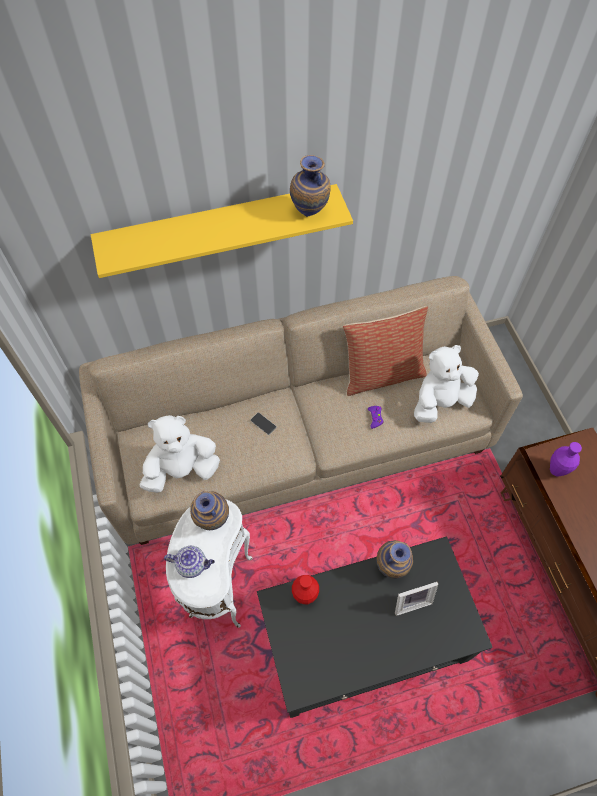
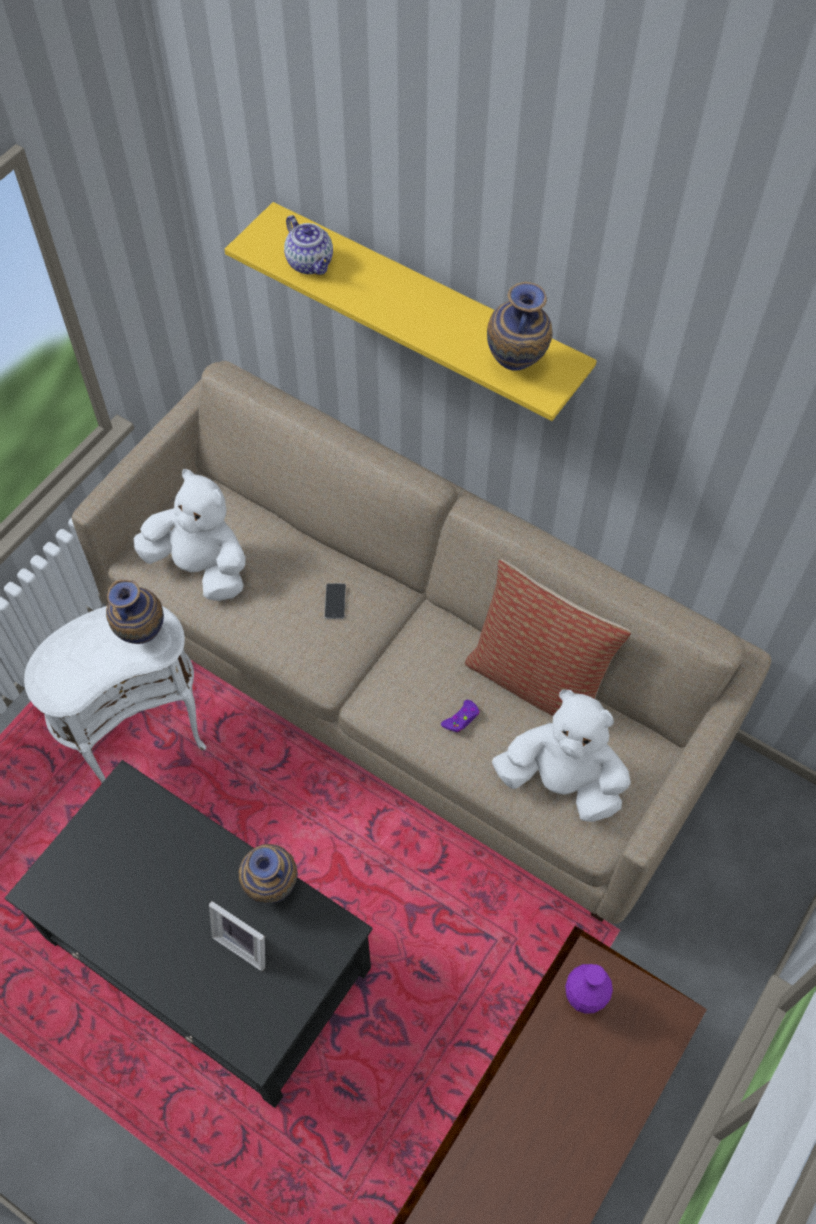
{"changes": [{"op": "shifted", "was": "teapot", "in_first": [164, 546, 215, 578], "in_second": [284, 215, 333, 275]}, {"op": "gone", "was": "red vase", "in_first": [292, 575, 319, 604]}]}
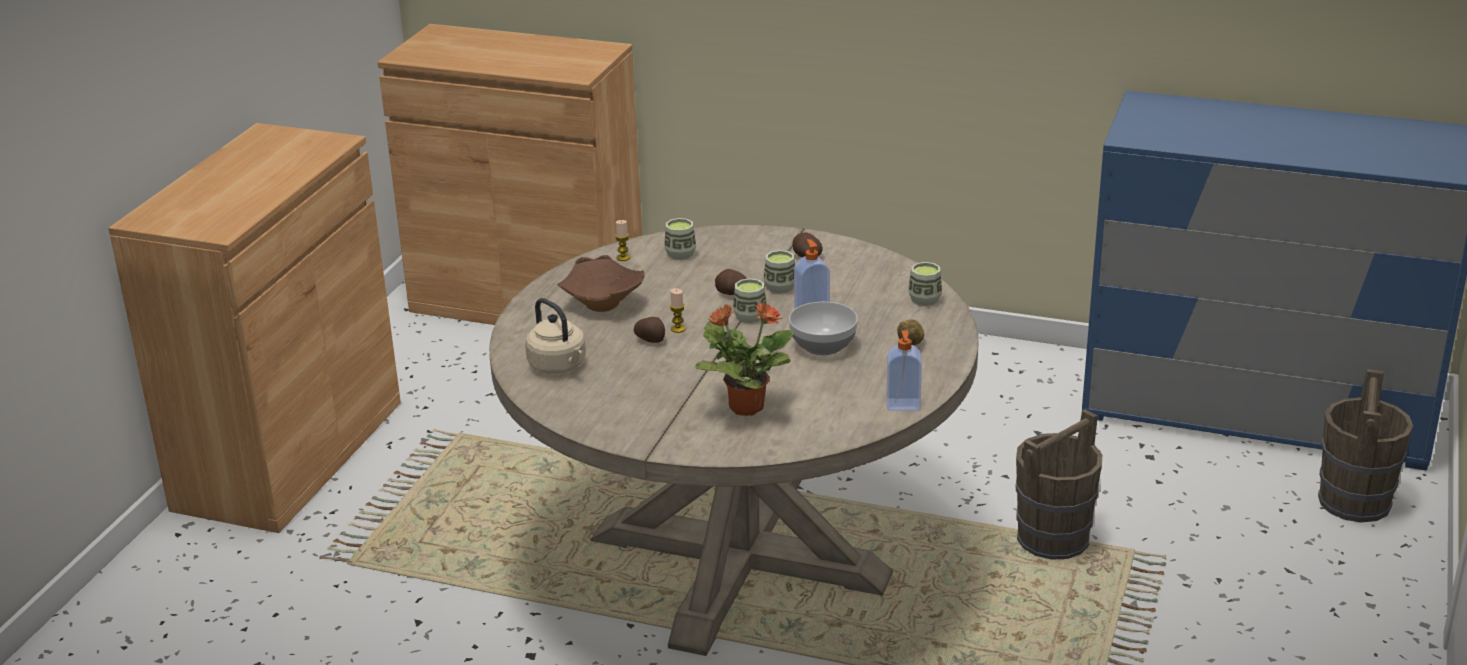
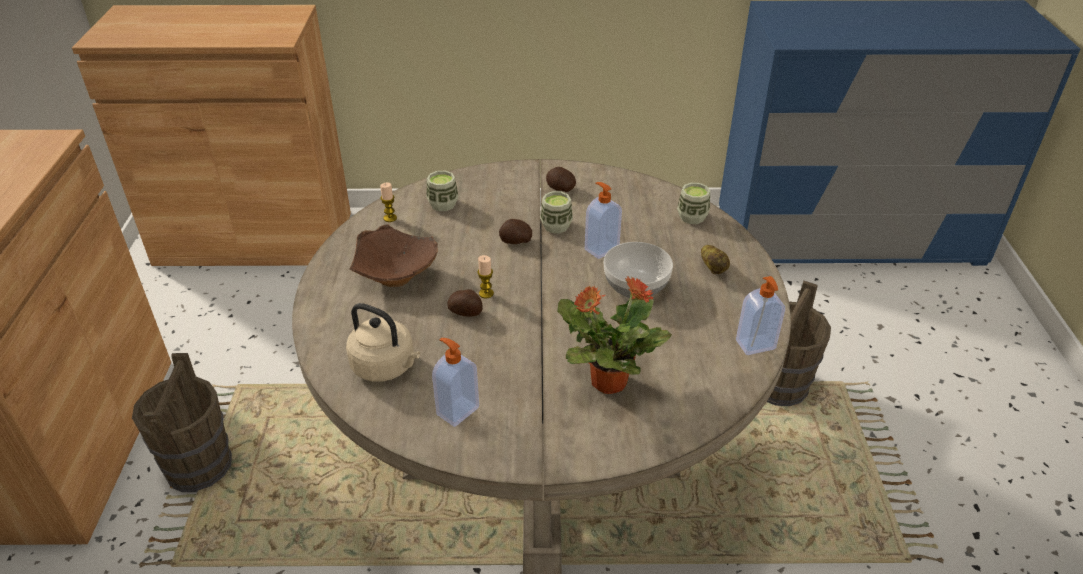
{"changes": [{"op": "shifted", "was": "brown bucket", "in_first": [1318, 369, 1413, 522], "in_second": [132, 353, 232, 492]}, {"op": "new", "now": "soap dispenser", "in_second": [432, 338, 479, 427]}, {"op": "gone", "was": "cup", "in_first": [733, 278, 767, 323]}]}
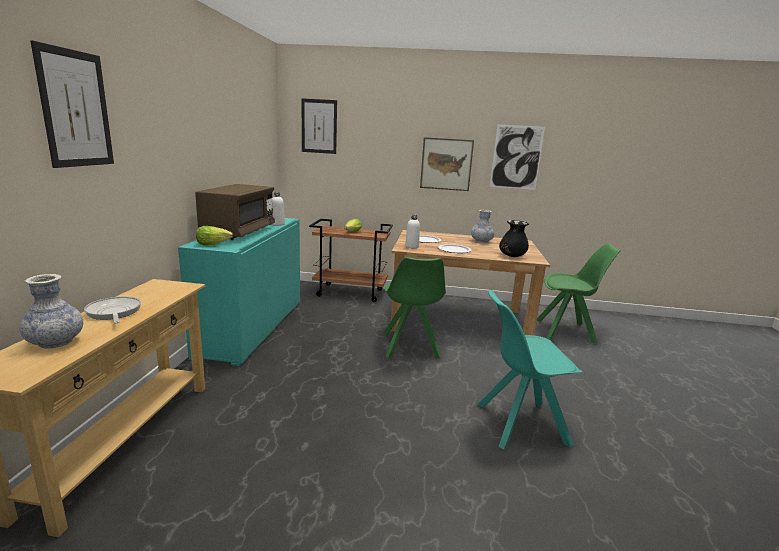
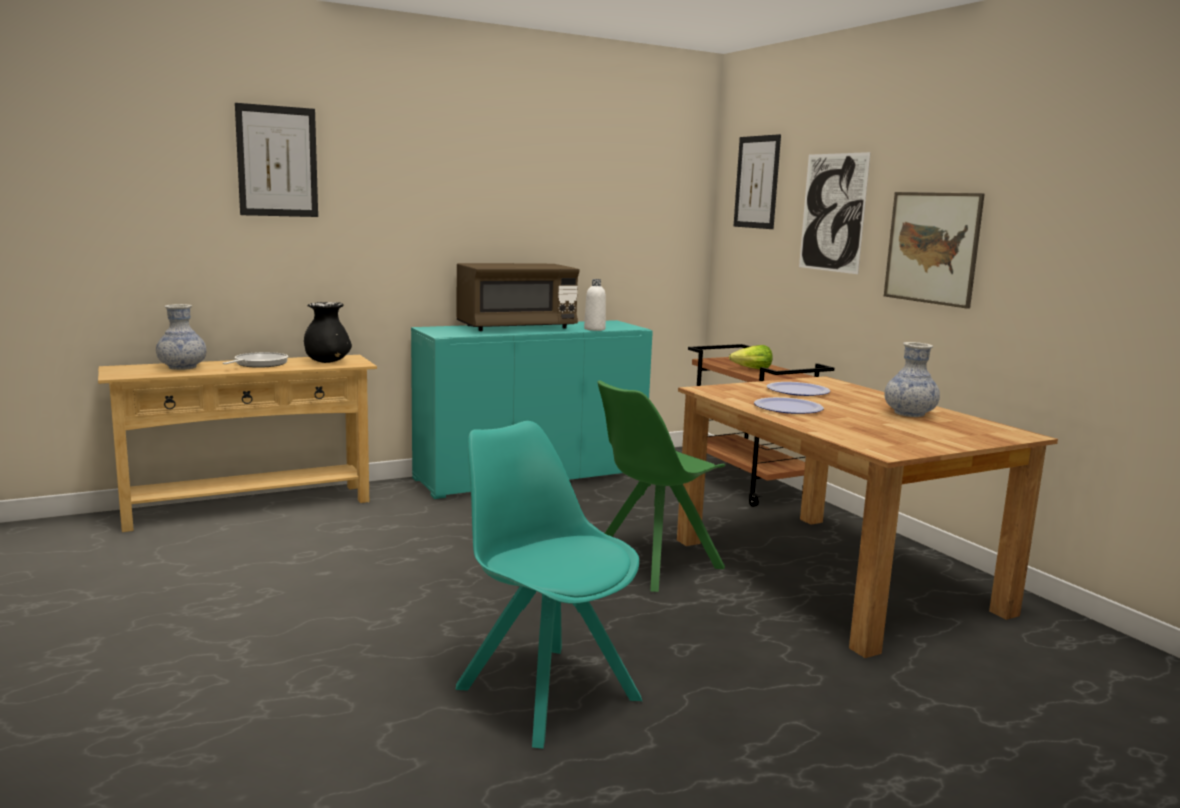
{"changes": [{"op": "shifted", "was": "black vase", "in_first": [499, 220, 529, 257], "in_second": [304, 302, 352, 363]}, {"op": "shifted", "was": "picture", "in_first": [490, 124, 545, 190], "in_second": [799, 152, 871, 274]}, {"op": "gone", "was": "lettuce", "in_first": [196, 226, 233, 246]}, {"op": "gone", "was": "white bottle", "in_first": [405, 215, 420, 249]}, {"op": "gone", "was": "green chair", "in_first": [537, 244, 621, 344]}]}
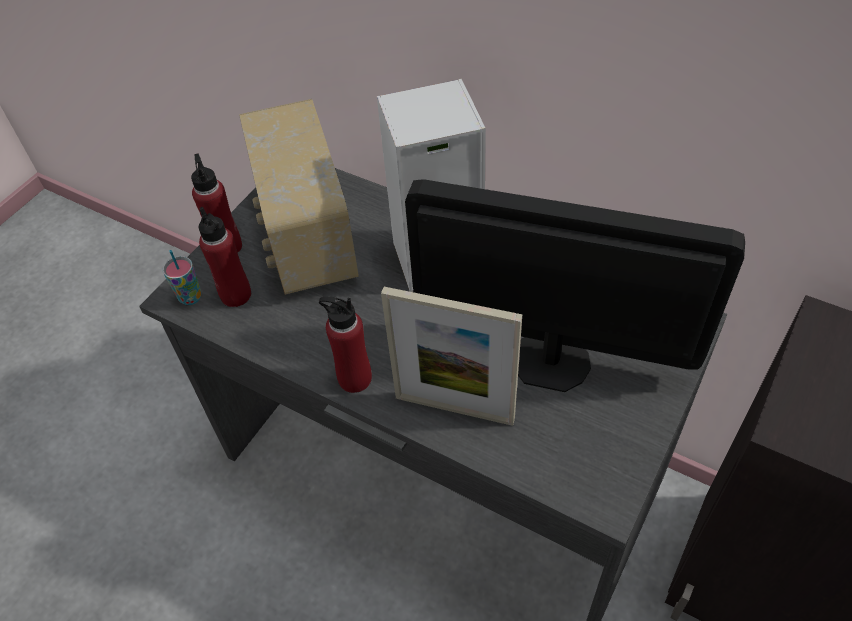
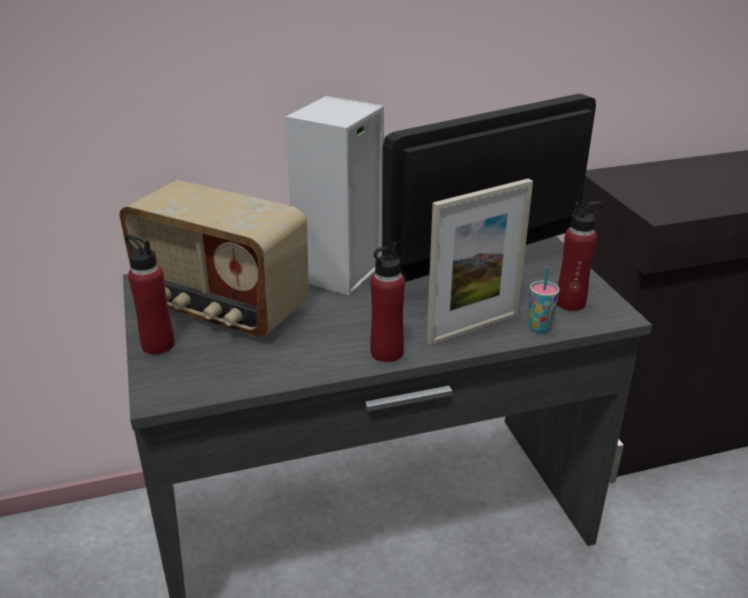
{"changes": [{"op": "shifted", "was": "cup", "in_first": [163, 250, 201, 305], "in_second": [528, 267, 560, 333]}, {"op": "shifted", "was": "red bottle", "in_first": [199, 207, 251, 307], "in_second": [557, 202, 603, 311]}]}
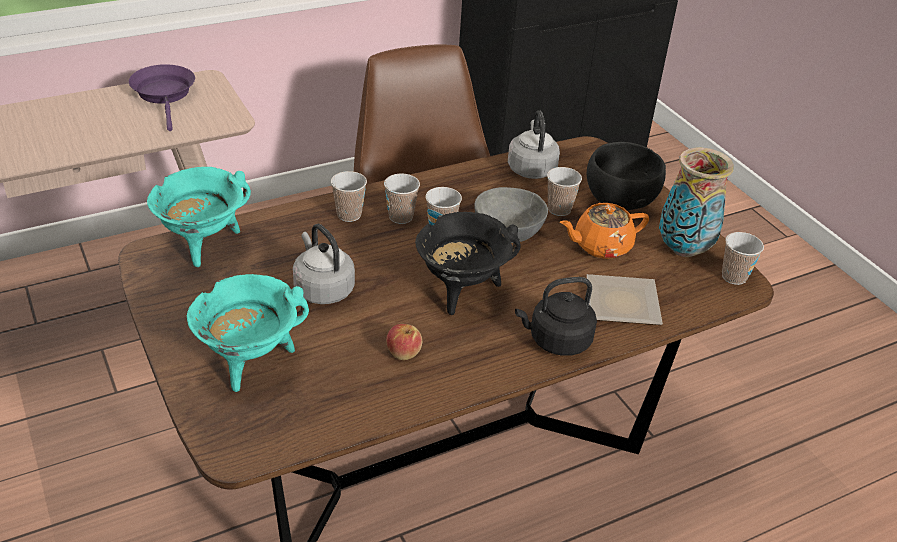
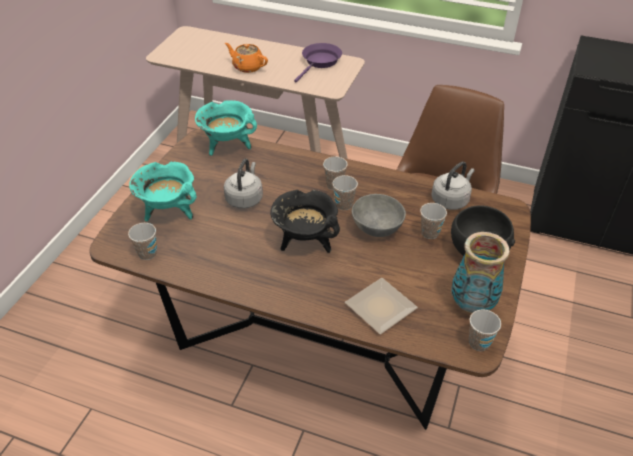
{"changes": [{"op": "shifted", "was": "cup", "in_first": [331, 171, 367, 222], "in_second": [128, 223, 157, 260]}, {"op": "shifted", "was": "orange teapot", "in_first": [560, 203, 649, 258], "in_second": [225, 43, 268, 73]}, {"op": "gone", "was": "apple", "in_first": [386, 324, 422, 360]}, {"op": "gone", "was": "black kettle", "in_first": [515, 277, 597, 356]}]}
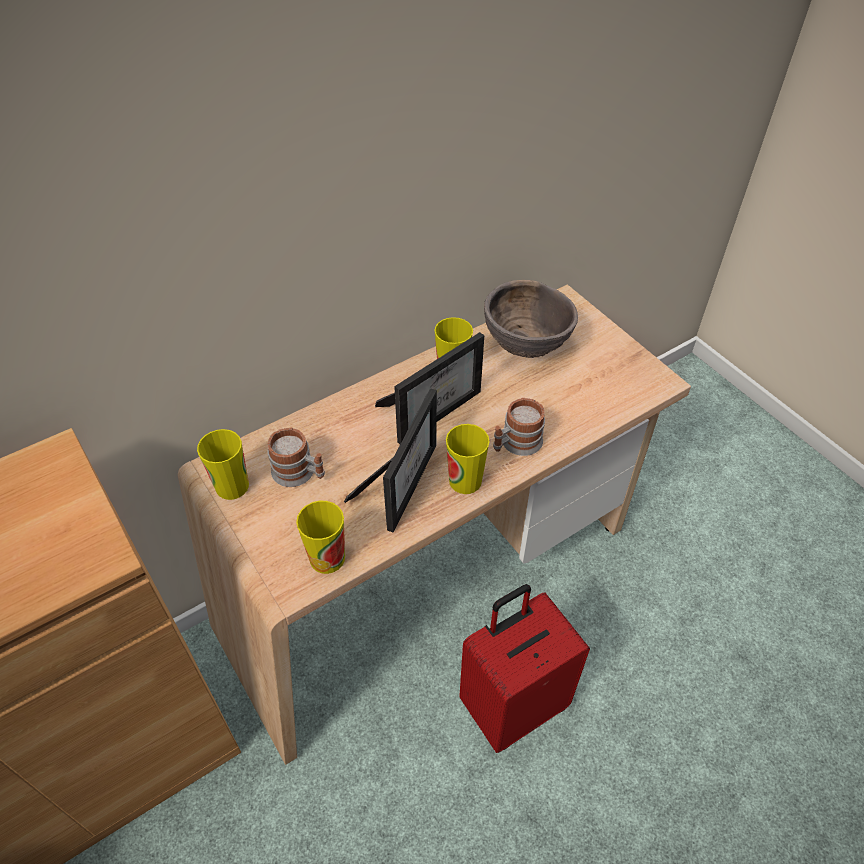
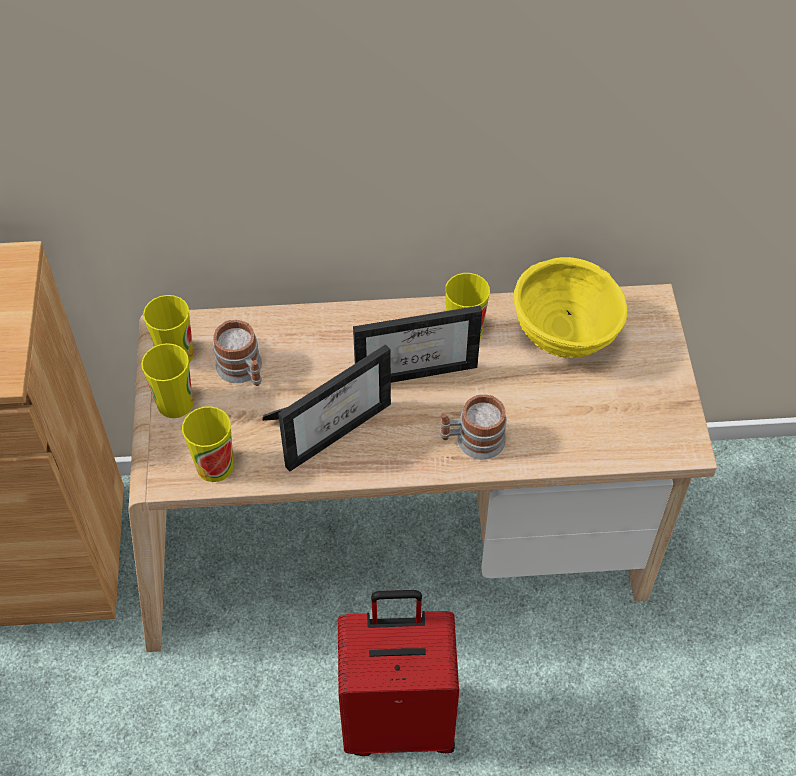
{"changes": [{"op": "shifted", "was": "cup", "in_first": [446, 424, 490, 494], "in_second": [141, 343, 193, 418]}, {"op": "repainted", "was": "brown bowl", "now": "yellow bowl", "in_first": [484, 280, 578, 358], "in_second": [514, 257, 627, 358]}]}
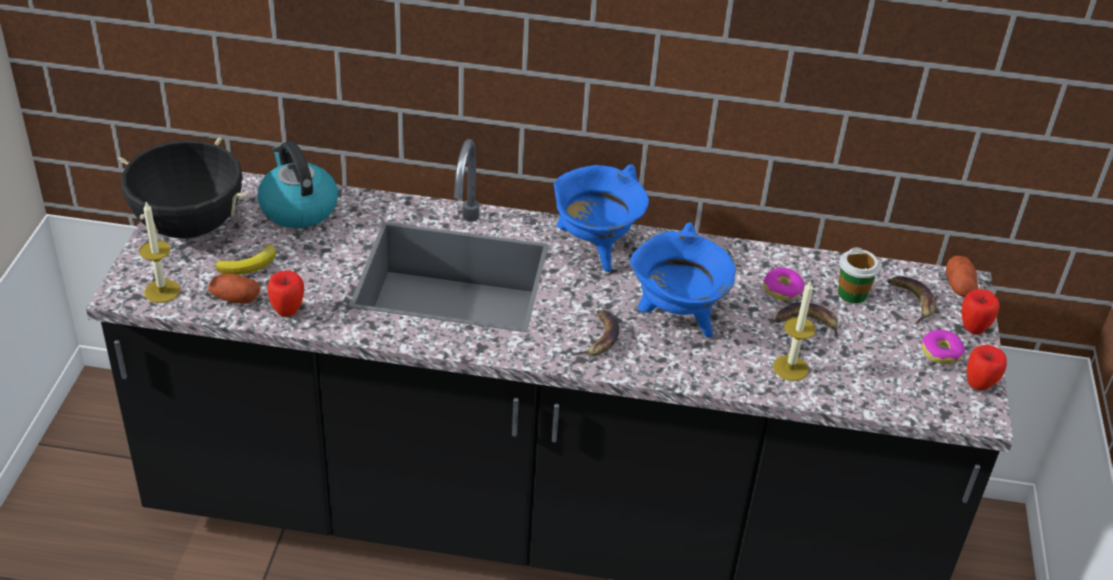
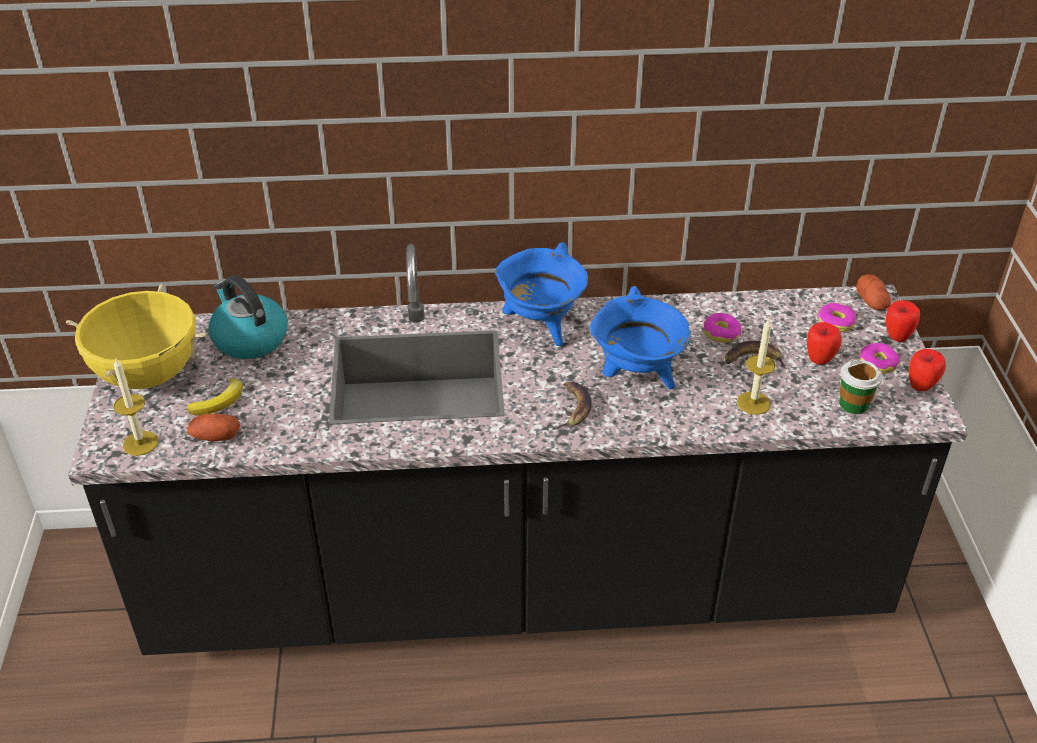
{"changes": [{"op": "repainted", "was": "black cooking pot", "now": "yellow cooking pot", "in_first": [118, 137, 247, 239], "in_second": [66, 284, 206, 389]}, {"op": "shifted", "was": "apple", "in_first": [268, 270, 304, 317], "in_second": [807, 322, 842, 365]}, {"op": "swapped", "was": "banana", "now": "donut", "in_first": [887, 276, 936, 324], "in_second": [818, 303, 857, 332]}, {"op": "shifted", "was": "cup", "in_first": [838, 247, 881, 304], "in_second": [839, 359, 883, 414]}]}
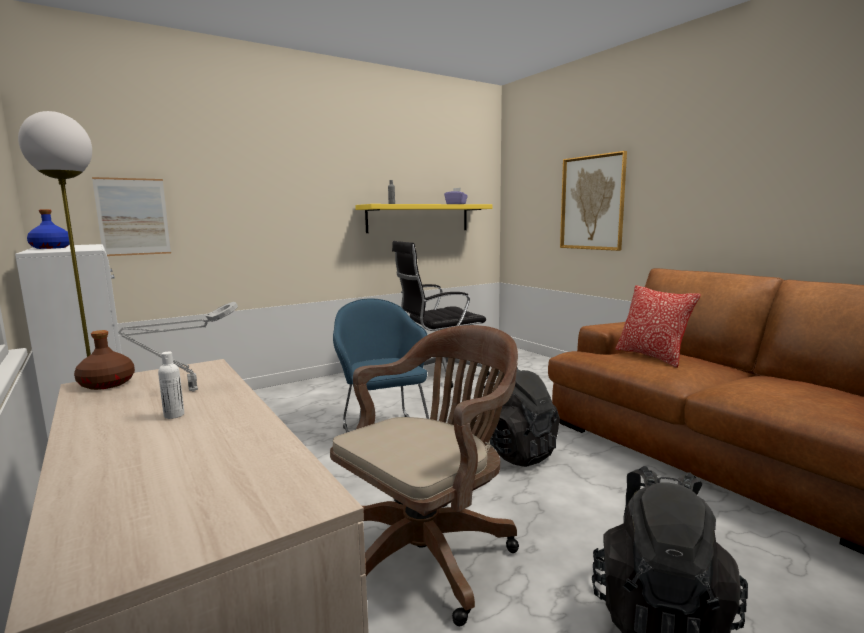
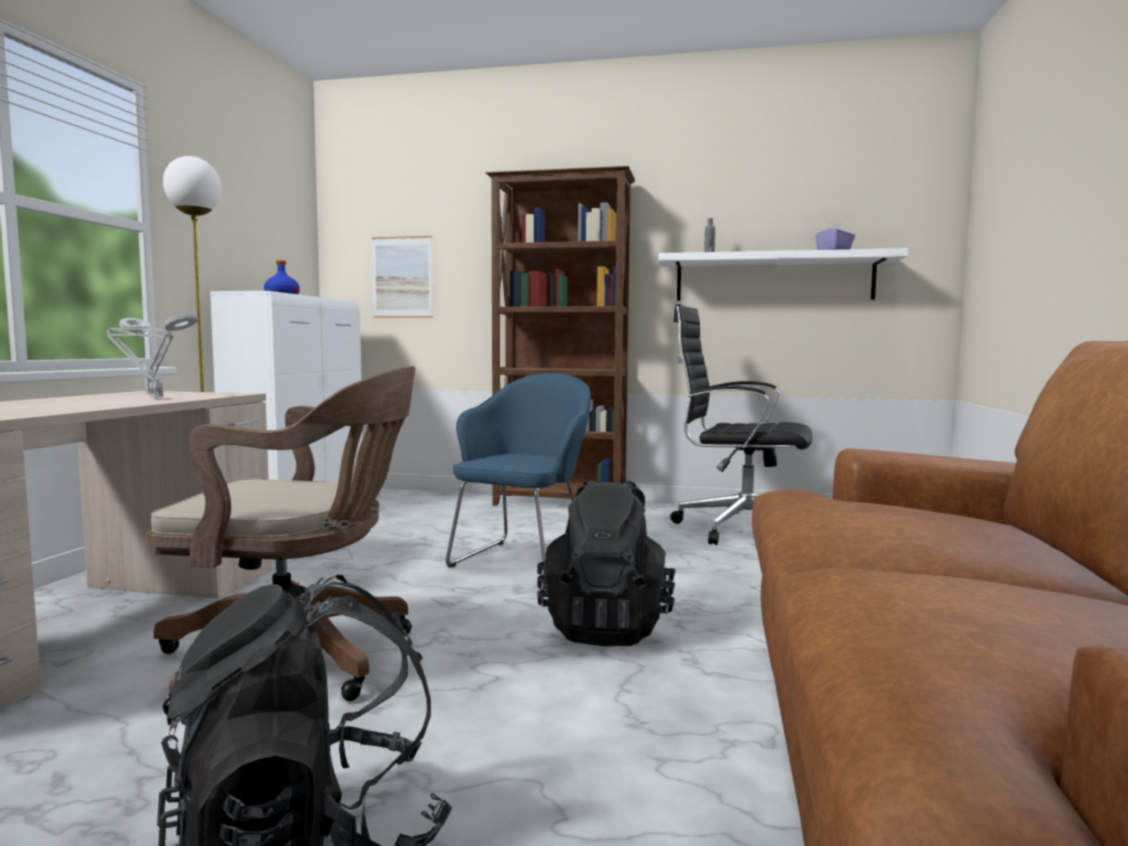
{"changes": [{"op": "swapped", "was": "brown bottle", "now": "grey table lamp", "in_first": [74, 330, 135, 390], "in_second": [119, 318, 173, 393]}, {"op": "new", "now": "brown bookcase", "in_second": [486, 166, 635, 506]}, {"op": "repainted", "was": "yellow shelf", "now": "white shelf", "in_first": [355, 204, 493, 233], "in_second": [659, 248, 908, 301]}, {"op": "gone", "was": "white bottle", "in_first": [158, 352, 184, 419]}, {"op": "gone", "was": "picture", "in_first": [560, 151, 627, 251]}, {"op": "gone", "was": "pillow", "in_first": [615, 285, 701, 368]}]}
